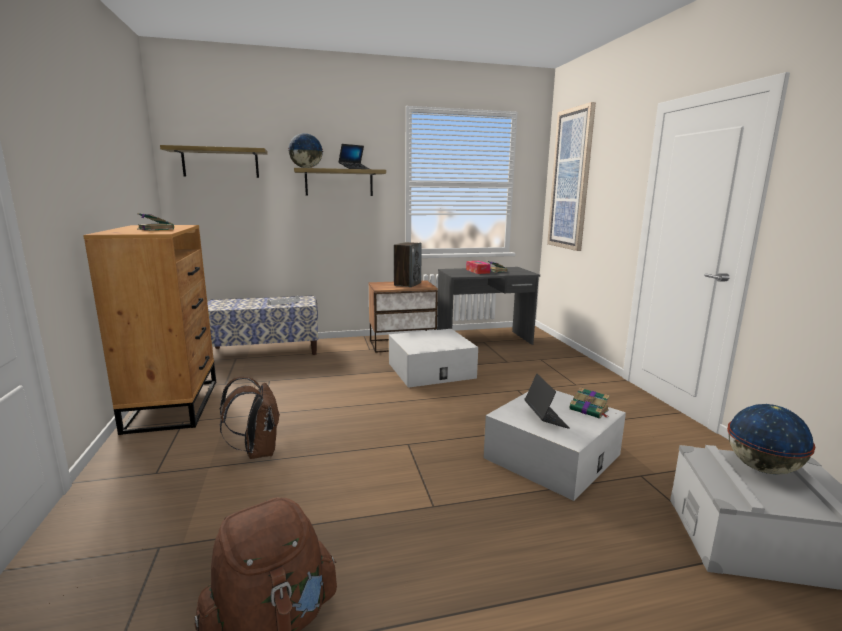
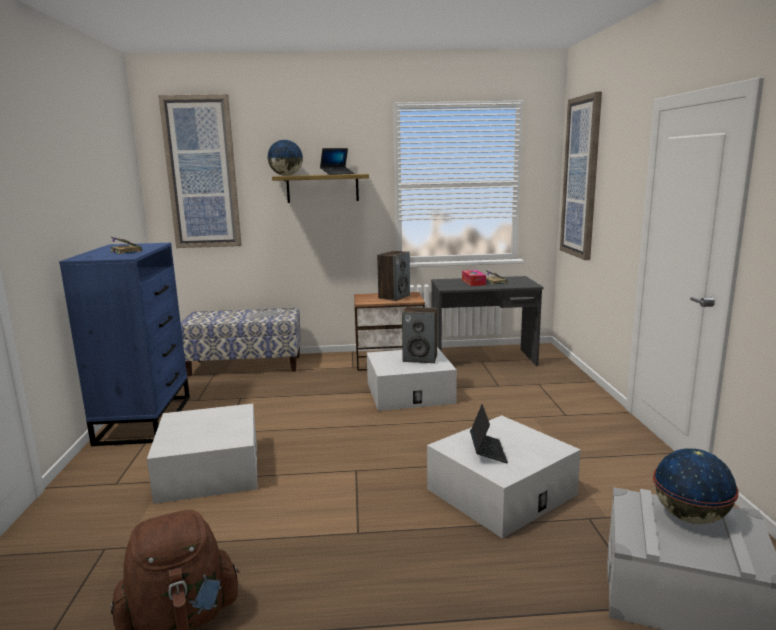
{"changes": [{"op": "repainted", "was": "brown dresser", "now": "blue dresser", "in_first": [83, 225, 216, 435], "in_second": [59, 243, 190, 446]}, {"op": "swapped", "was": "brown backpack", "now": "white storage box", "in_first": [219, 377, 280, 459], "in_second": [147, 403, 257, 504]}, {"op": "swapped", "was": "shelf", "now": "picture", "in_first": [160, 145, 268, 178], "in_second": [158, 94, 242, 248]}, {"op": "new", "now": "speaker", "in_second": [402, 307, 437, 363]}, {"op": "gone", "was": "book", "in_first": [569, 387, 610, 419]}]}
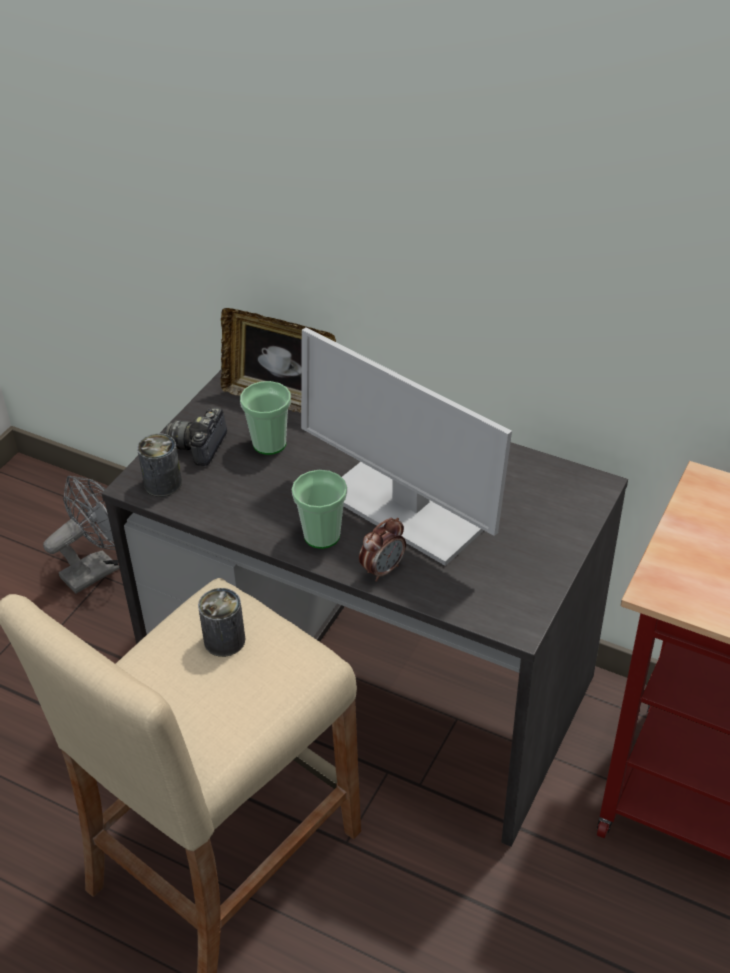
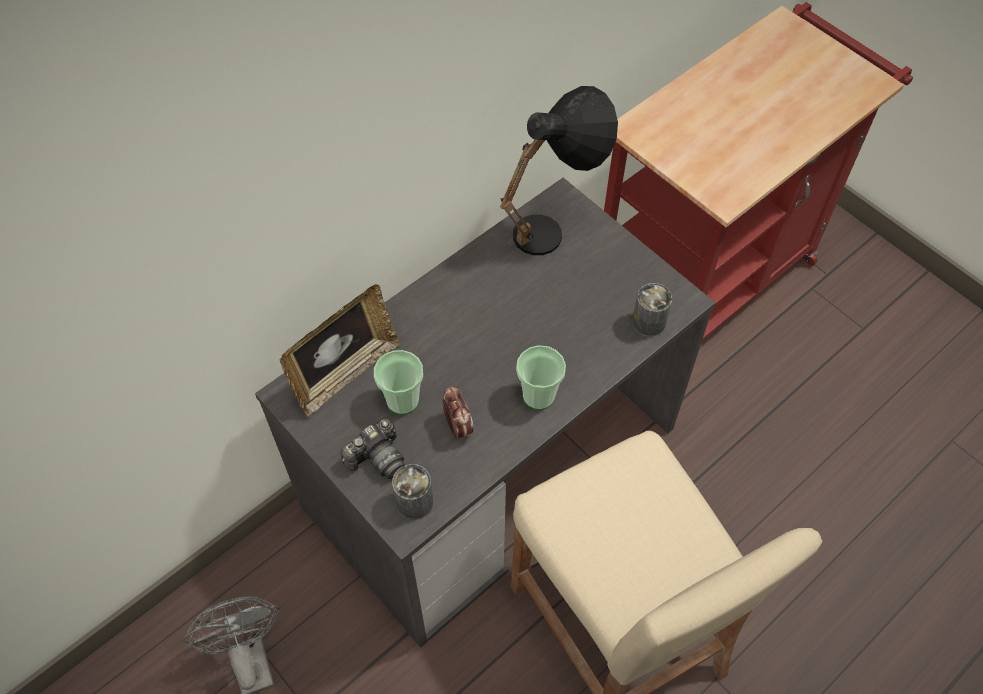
{"changes": [{"op": "rotated", "was": "photo camera", "in_first": [164, 407, 227, 466], "in_second": [340, 419, 405, 479], "clockwise": -75}, {"op": "shifted", "was": "alarm clock", "in_first": [359, 518, 406, 582], "in_second": [442, 386, 474, 439]}, {"op": "new", "now": "black table lamp", "in_second": [500, 86, 618, 255]}, {"op": "shifted", "was": "can", "in_first": [198, 588, 245, 657], "in_second": [632, 283, 672, 337]}, {"op": "gone", "was": "monitor", "in_first": [301, 328, 512, 566]}]}
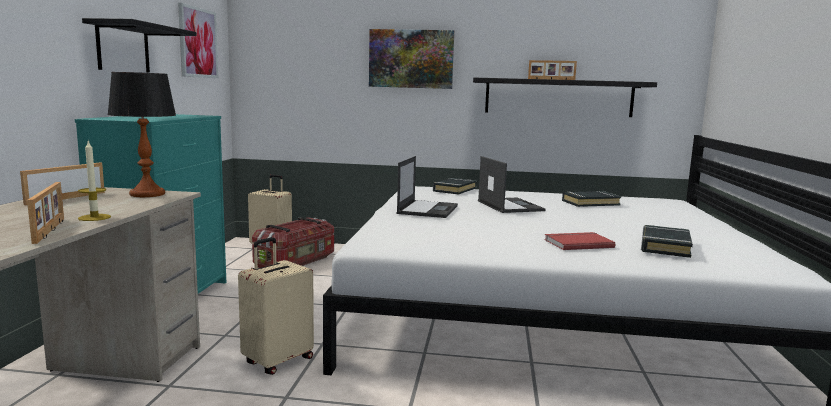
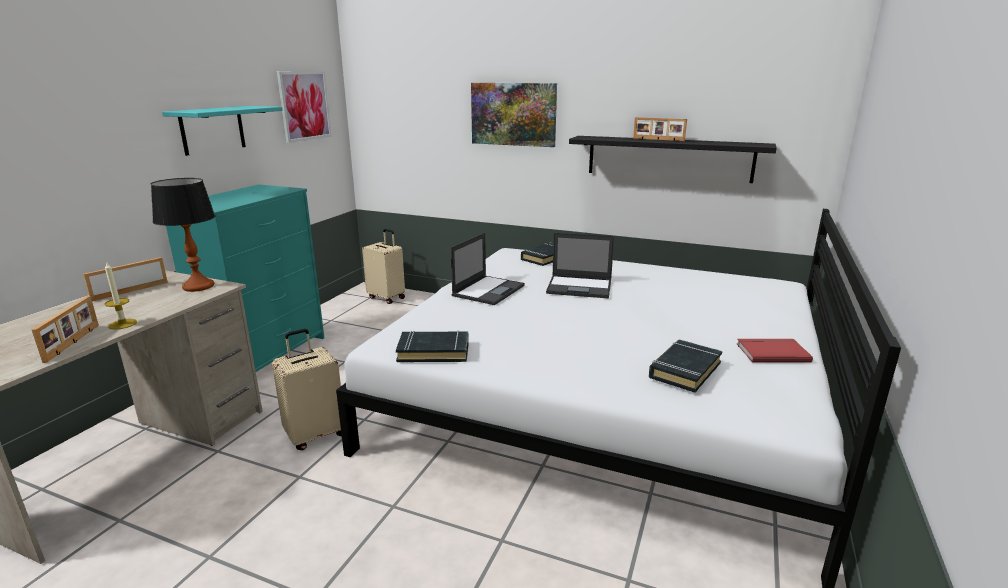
{"changes": [{"op": "repainted", "was": "black shelf", "now": "turquoise shelf", "in_first": [82, 18, 197, 73], "in_second": [162, 106, 283, 156]}, {"op": "shifted", "was": "black book", "in_first": [562, 191, 621, 207], "in_second": [396, 331, 469, 362]}, {"op": "rotated", "was": "laptop", "in_first": [478, 156, 546, 213], "in_second": [546, 233, 614, 298], "clockwise": 105}, {"op": "shifted", "was": "red book", "in_first": [544, 232, 615, 250], "in_second": [737, 339, 813, 363]}, {"op": "gone", "was": "storage box", "in_first": [252, 217, 334, 268]}]}
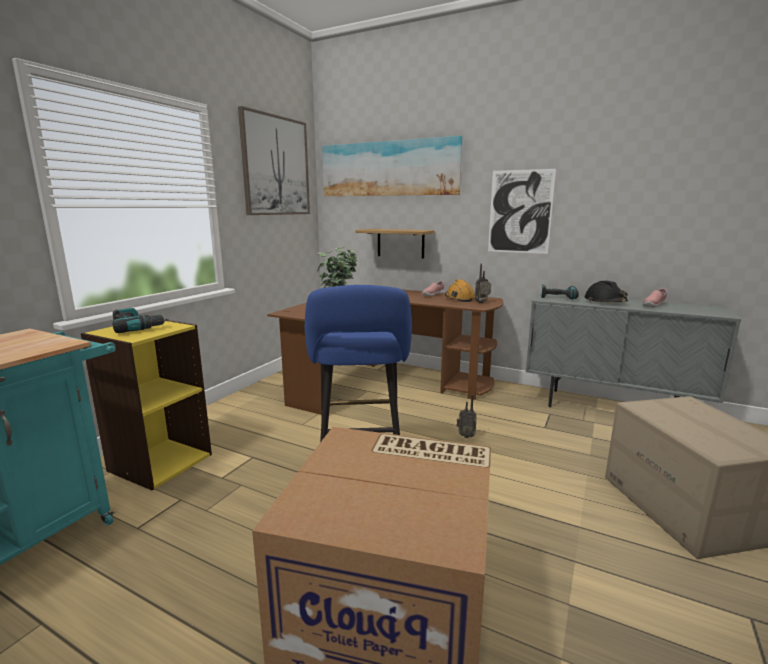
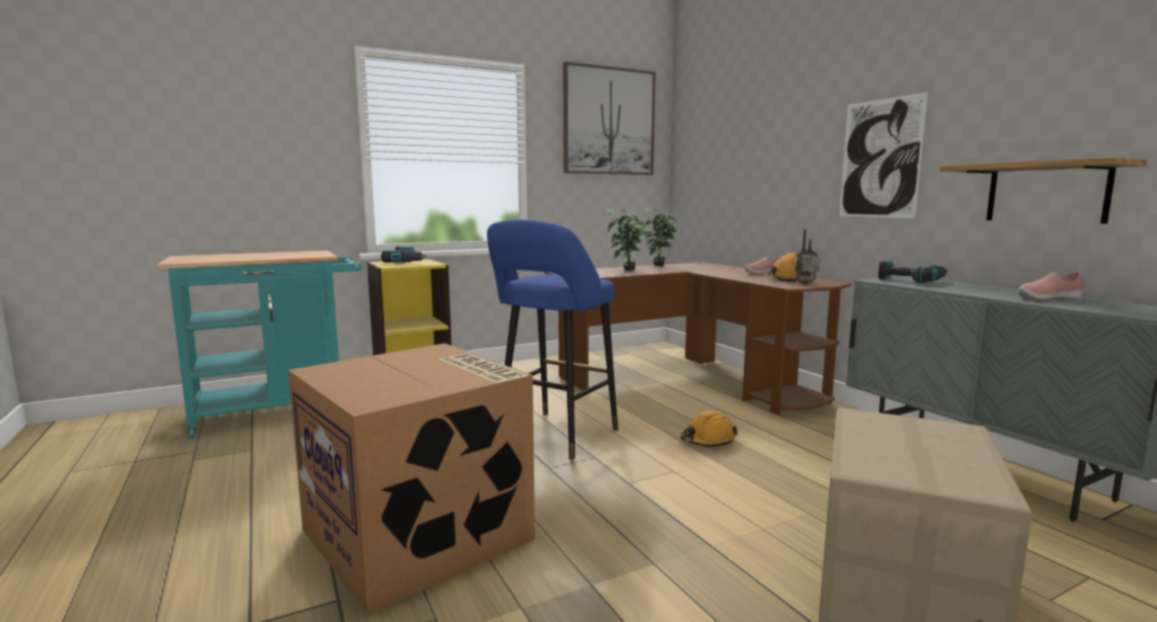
{"changes": [{"op": "swapped", "was": "radio", "now": "orange hard hat", "in_first": [456, 394, 477, 438], "in_second": [681, 411, 738, 447]}, {"op": "shifted", "was": "shelf", "in_first": [355, 229, 435, 259], "in_second": [940, 157, 1147, 224]}, {"op": "gone", "was": "picture", "in_first": [322, 136, 462, 196]}, {"op": "gone", "was": "black hard hat", "in_first": [584, 281, 628, 302]}]}
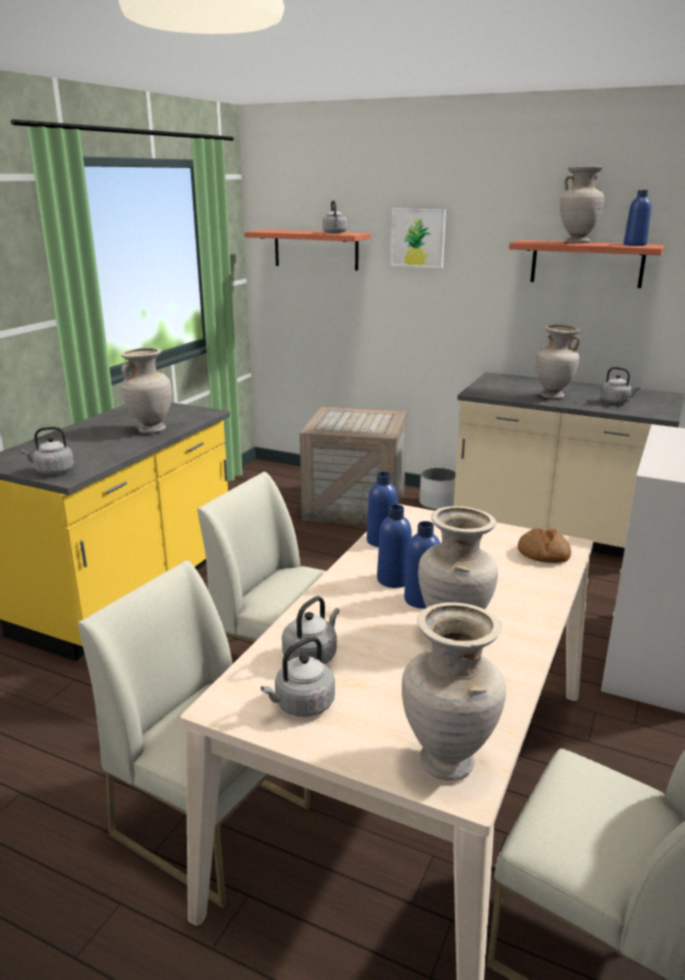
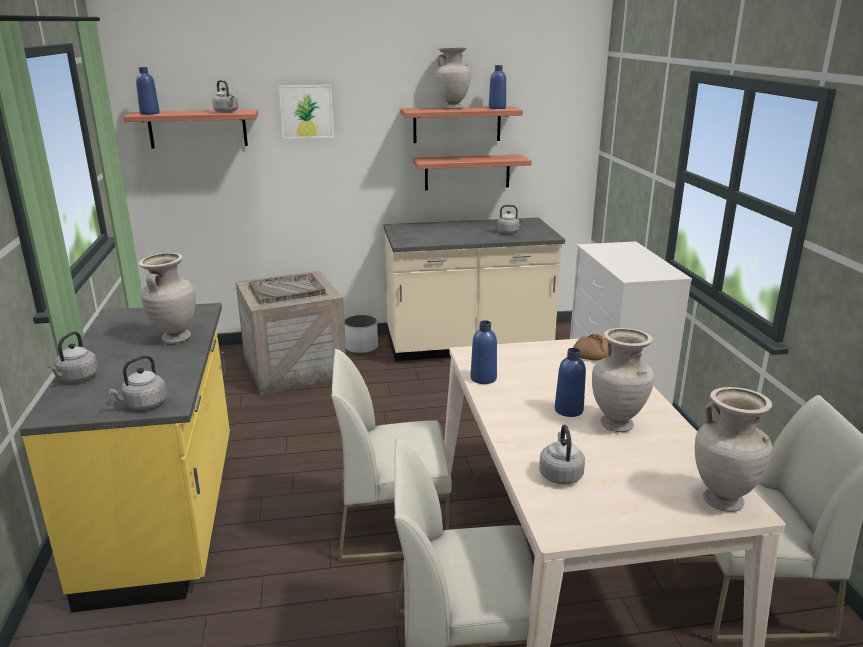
{"changes": [{"op": "shifted", "was": "grey kettle", "in_first": [261, 637, 335, 717], "in_second": [47, 331, 98, 382]}, {"op": "shifted", "was": "blue bottle", "in_first": [377, 504, 412, 588], "in_second": [136, 67, 160, 115]}, {"op": "new", "now": "grey tray", "in_second": [249, 273, 326, 304]}, {"op": "new", "now": "shelf", "in_second": [413, 154, 532, 190]}, {"op": "gone", "was": "beige vase", "in_first": [536, 324, 580, 399]}]}
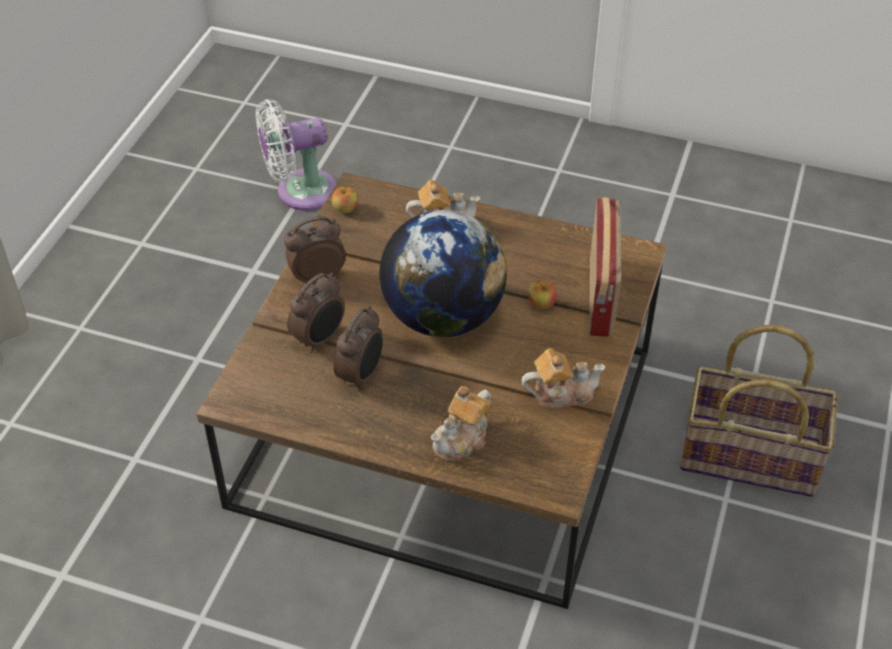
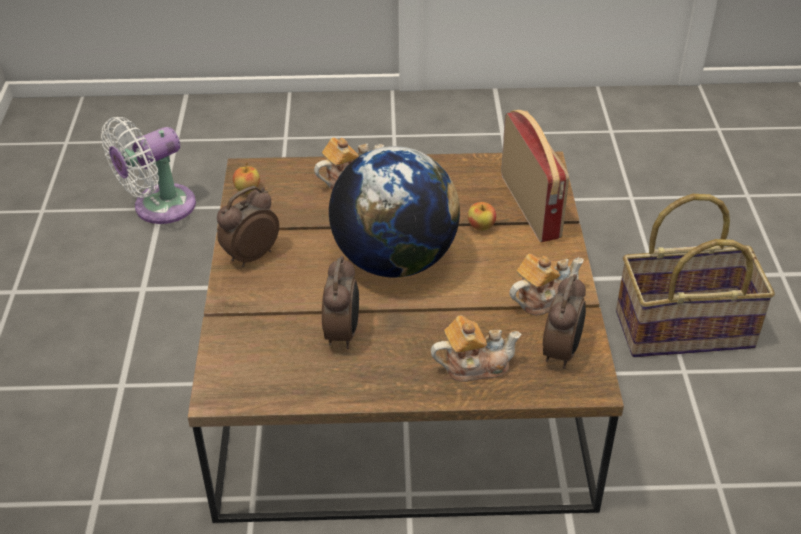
{"changes": [{"op": "rotated", "was": "teapot", "in_first": [431, 386, 491, 462], "in_second": [431, 315, 521, 382], "clockwise": -120}, {"op": "shifted", "was": "alarm clock", "in_first": [287, 273, 345, 353], "in_second": [543, 274, 586, 369]}]}
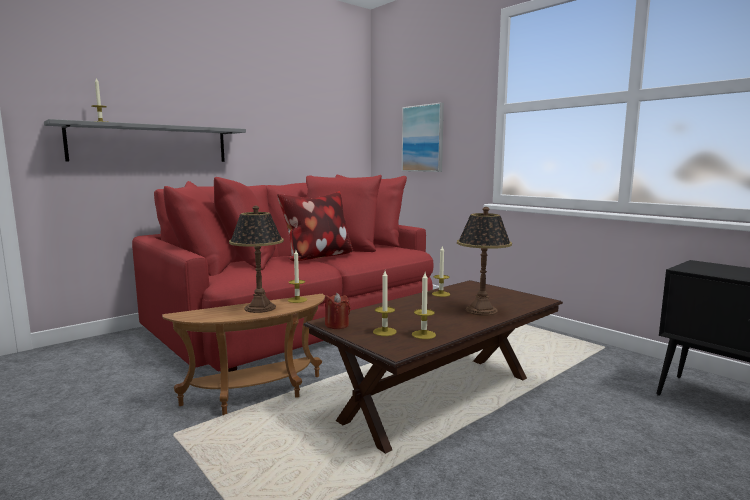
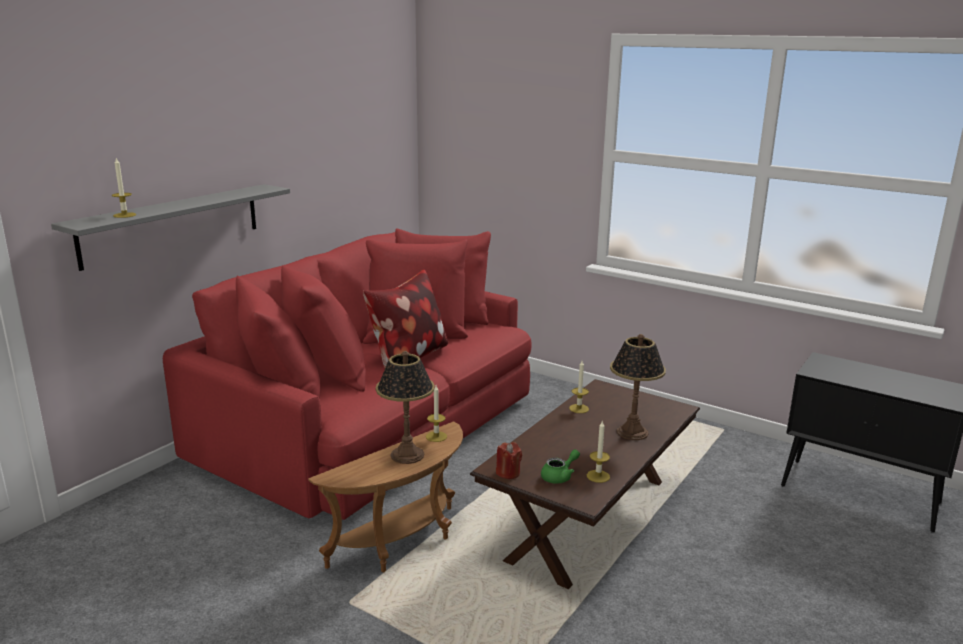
{"changes": [{"op": "swapped", "was": "candle", "now": "green teapot", "in_first": [373, 271, 397, 336], "in_second": [541, 449, 580, 484]}, {"op": "gone", "was": "picture", "in_first": [402, 103, 444, 172]}]}
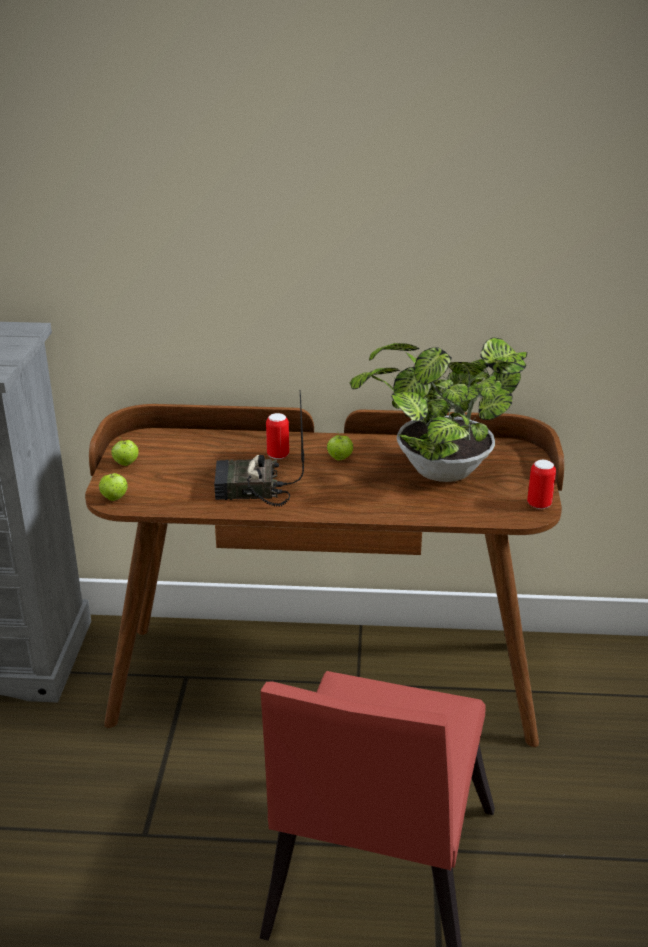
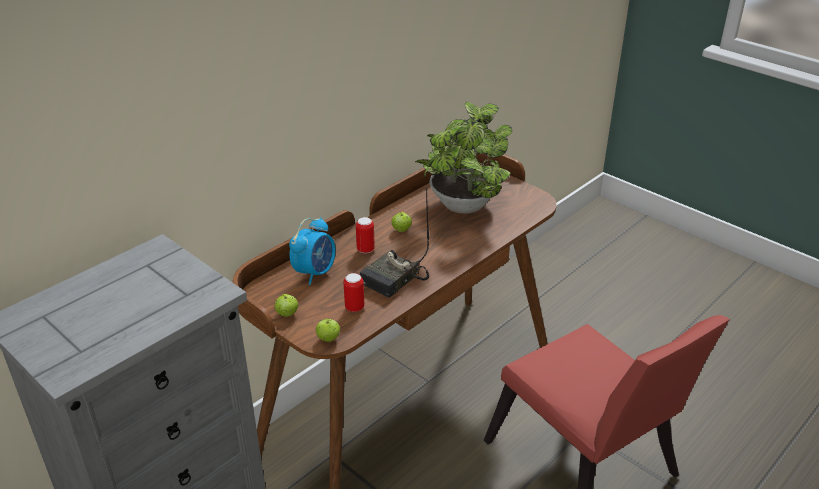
{"changes": [{"op": "new", "now": "alarm clock", "in_second": [289, 217, 336, 285]}, {"op": "shifted", "was": "can", "in_first": [527, 460, 556, 509], "in_second": [344, 273, 364, 312]}]}
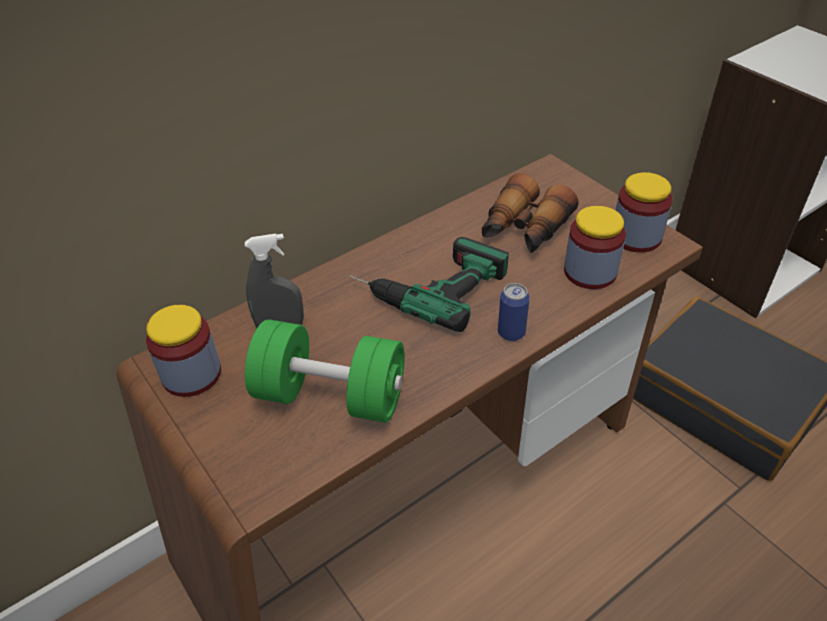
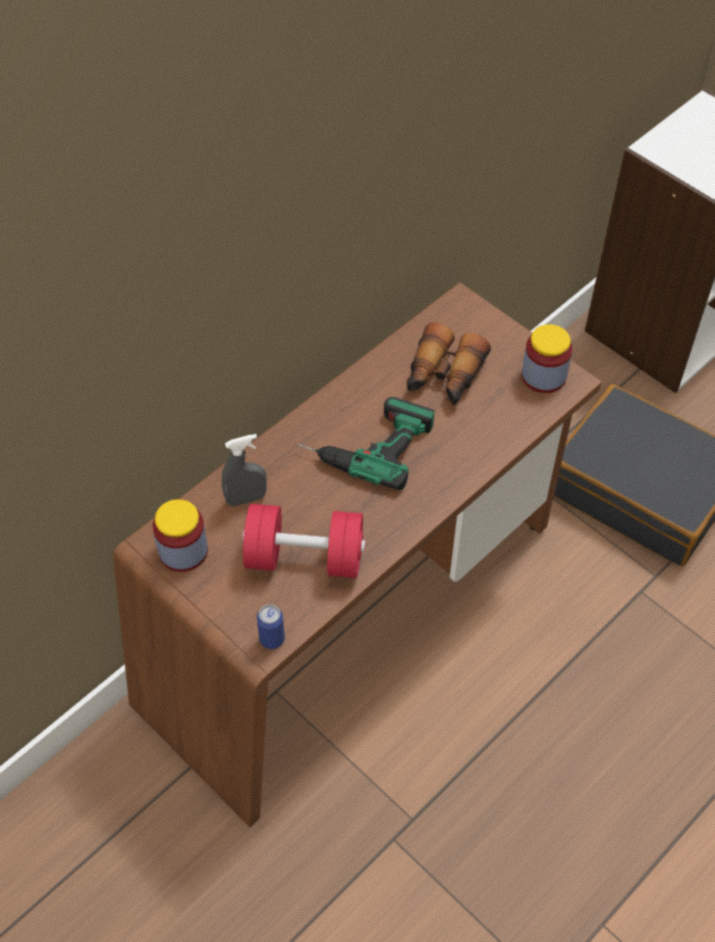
{"changes": [{"op": "repainted", "was": "green dumbbell", "now": "red dumbbell", "in_first": [245, 320, 404, 423], "in_second": [243, 504, 366, 578]}, {"op": "shifted", "was": "can", "in_first": [498, 283, 530, 341], "in_second": [257, 604, 285, 649]}, {"op": "gone", "was": "jar", "in_first": [564, 206, 626, 289]}]}
